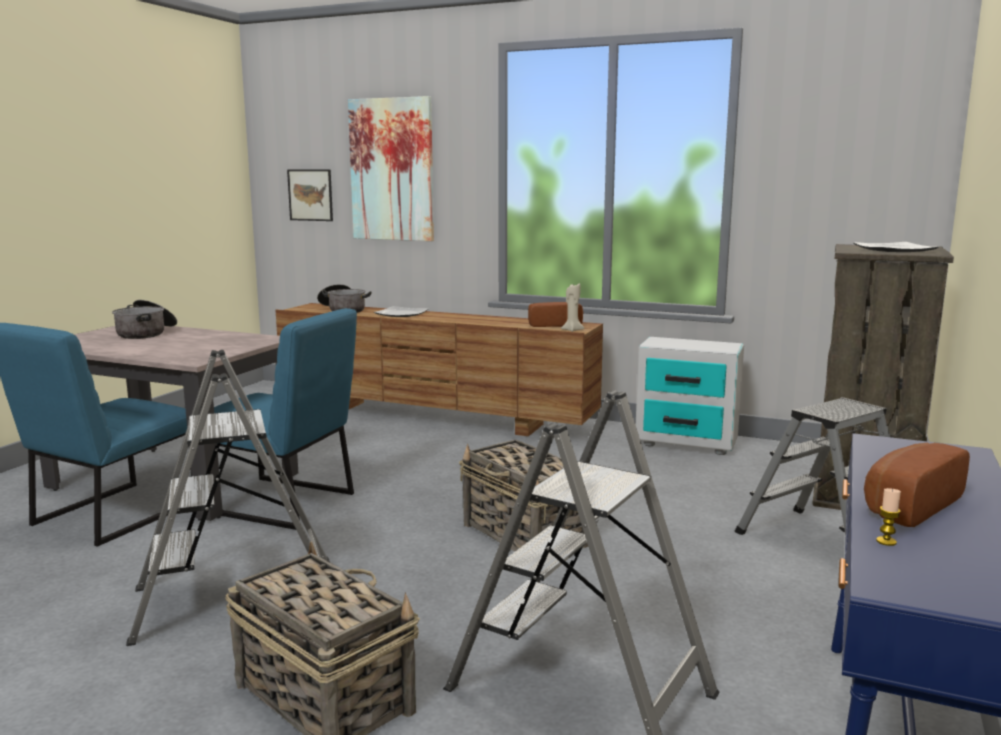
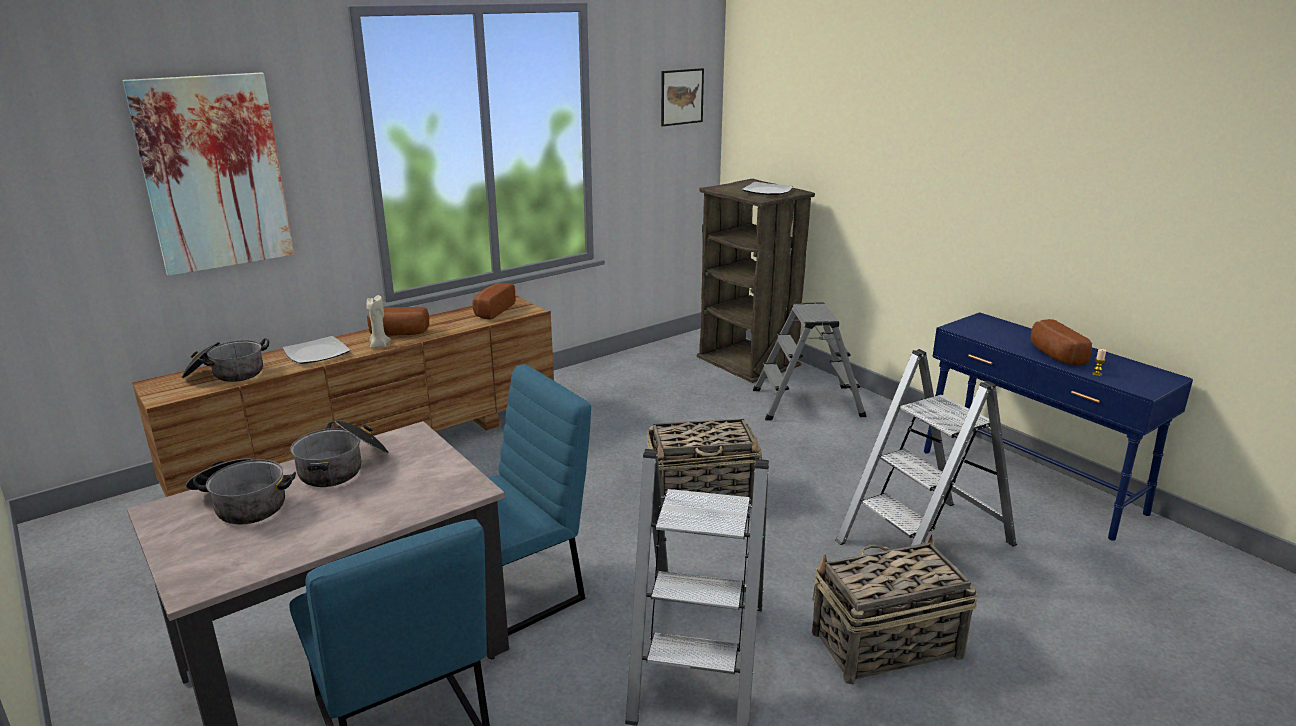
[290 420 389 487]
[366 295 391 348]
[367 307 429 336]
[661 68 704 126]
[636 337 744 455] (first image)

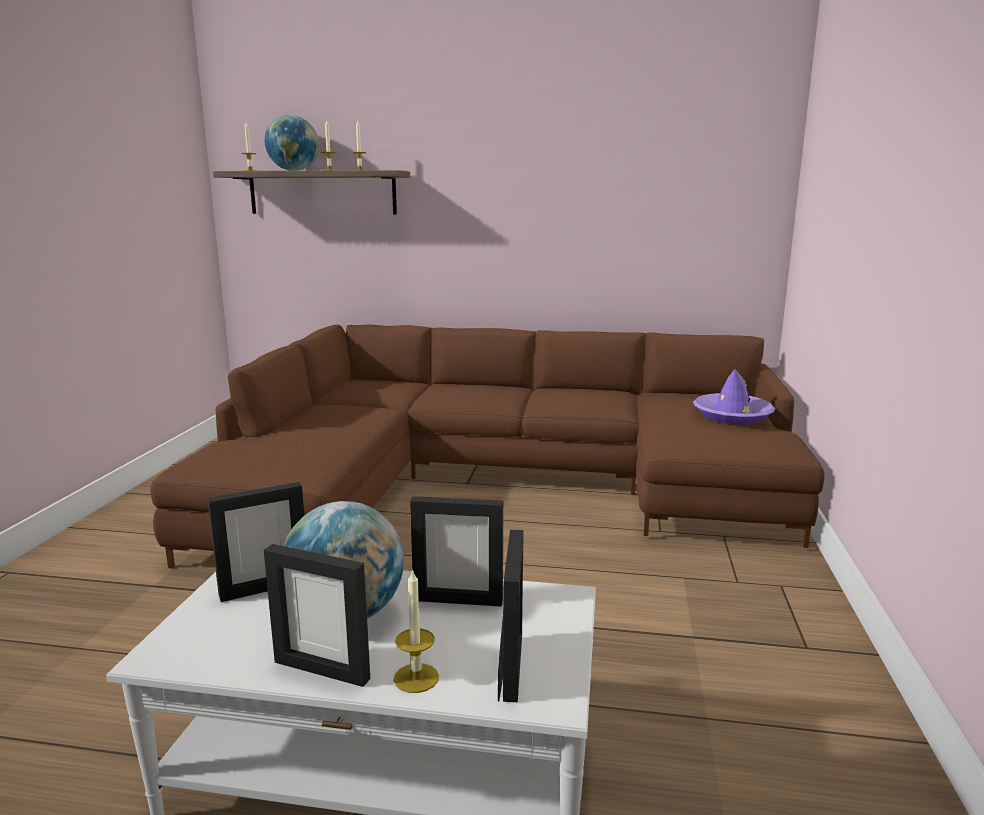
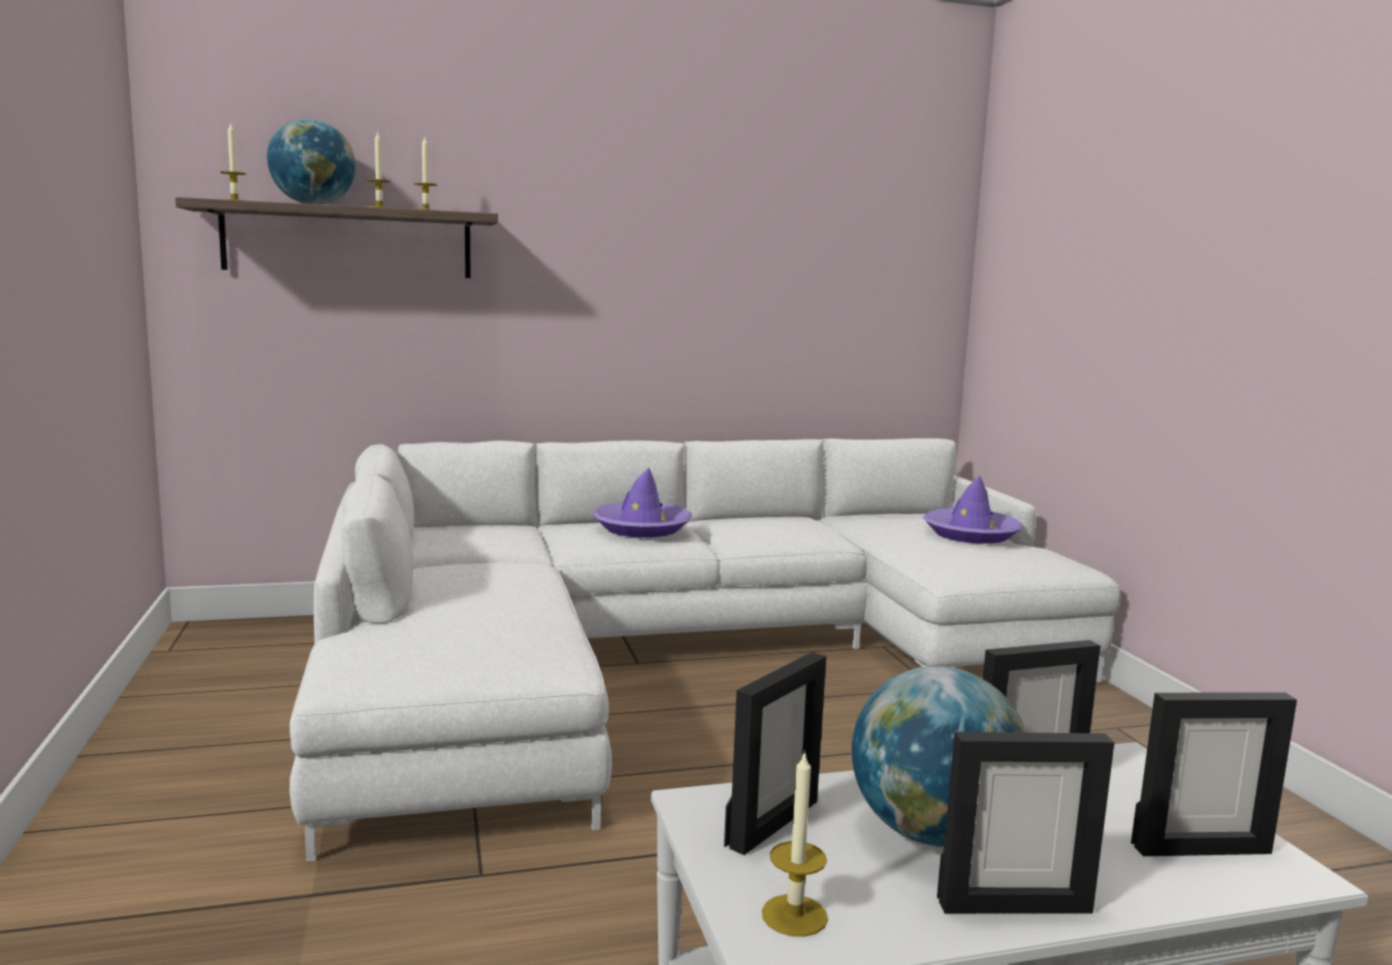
[290 438 1121 862]
[593 468 692 538]
[762 750 828 937]
[1131 692 1297 856]

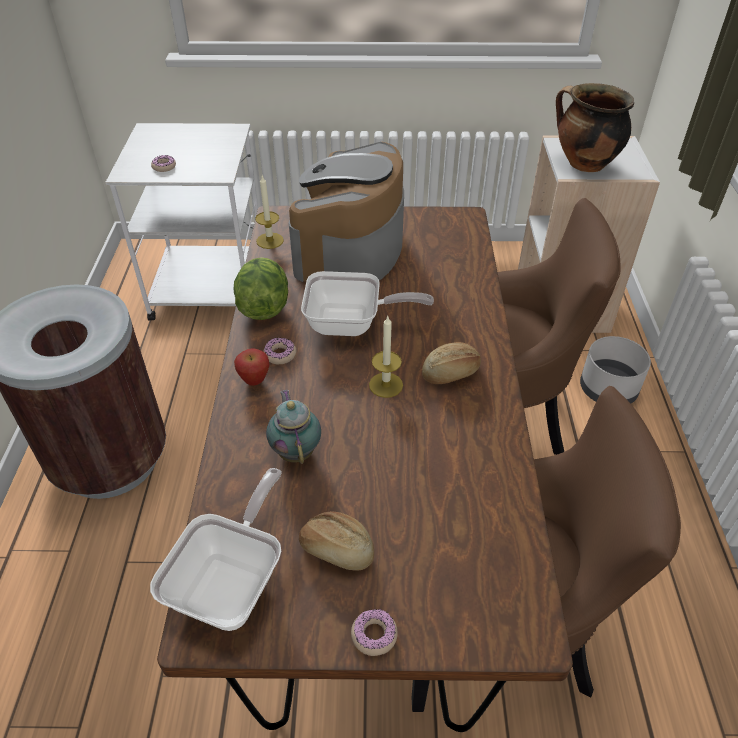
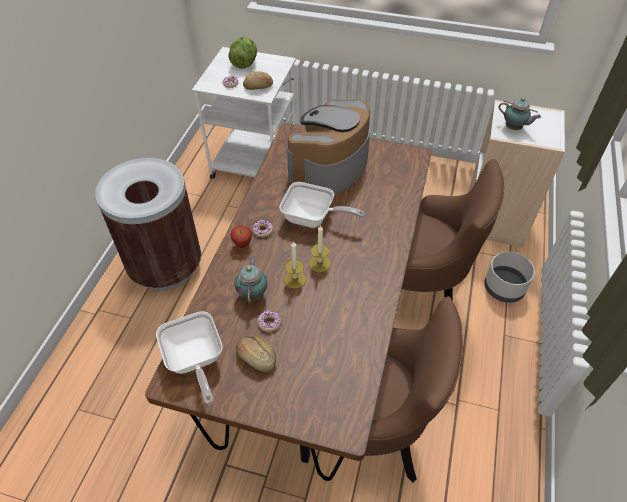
[156 311 223 404]
[228 37 257 69]
[243 71 273 90]
[257 310 281 332]
[284 241 306 289]
[499 97 541 130]

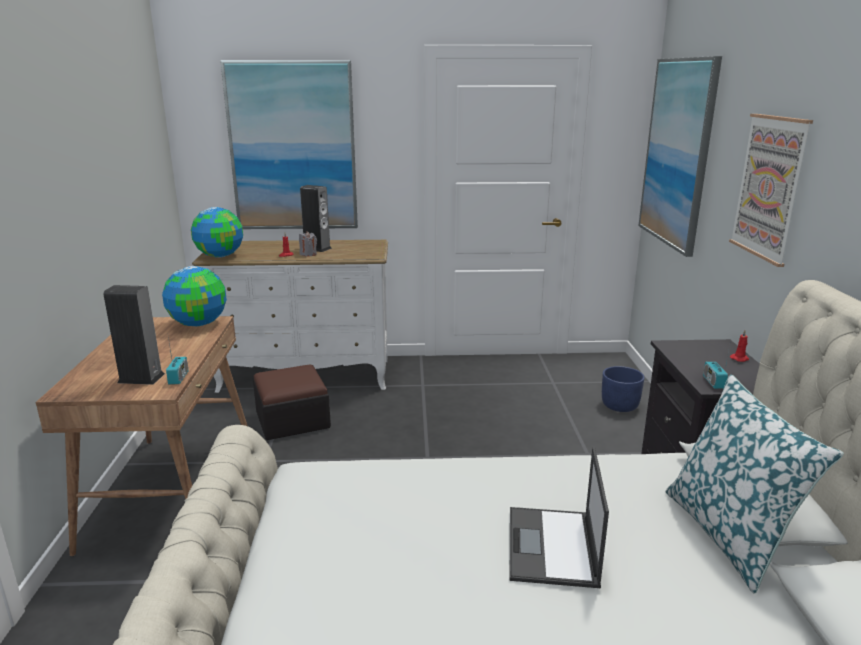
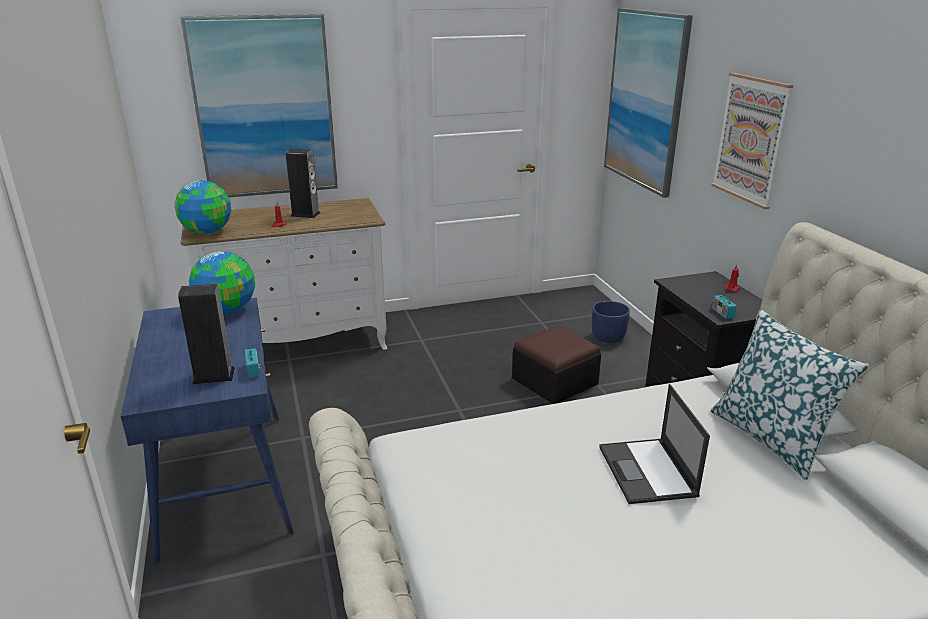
[121 298 294 563]
[512 326 601 404]
[299 231 317 256] (first image)

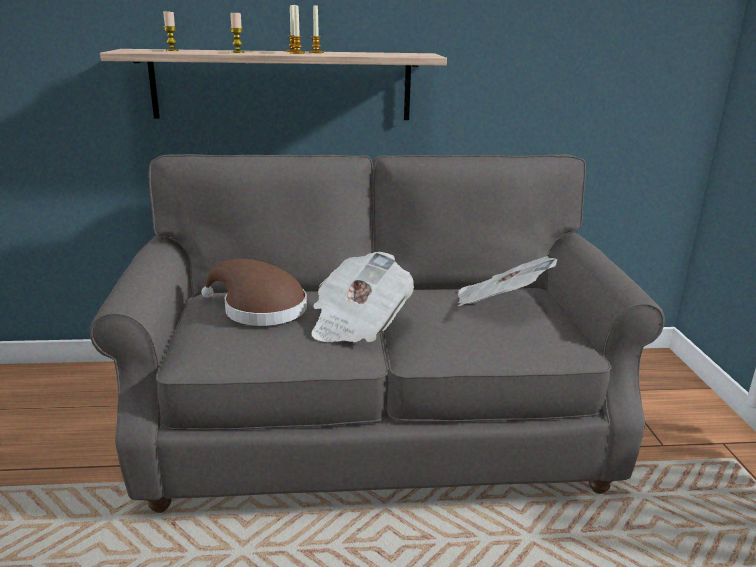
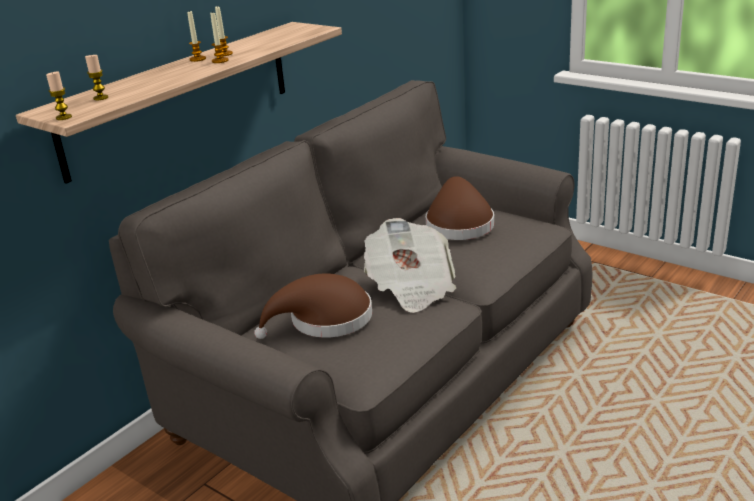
[46 71 72 120]
[426 176 494 240]

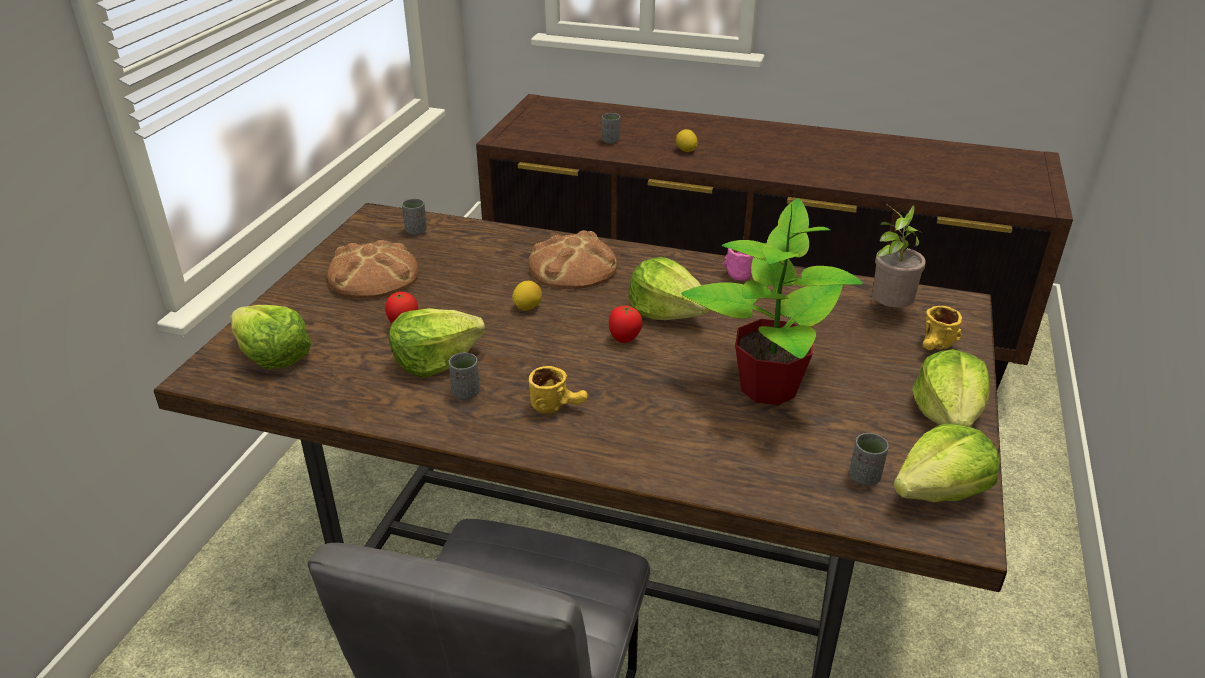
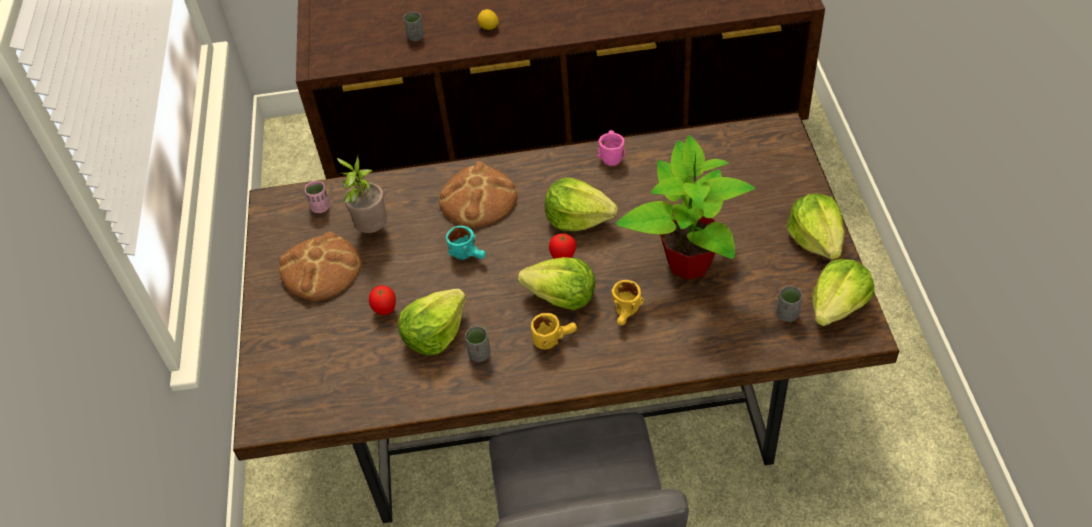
[305 181 330 213]
[337 154 387 233]
[446 226 486 260]
[518 257 595 310]
[612 280 644 325]

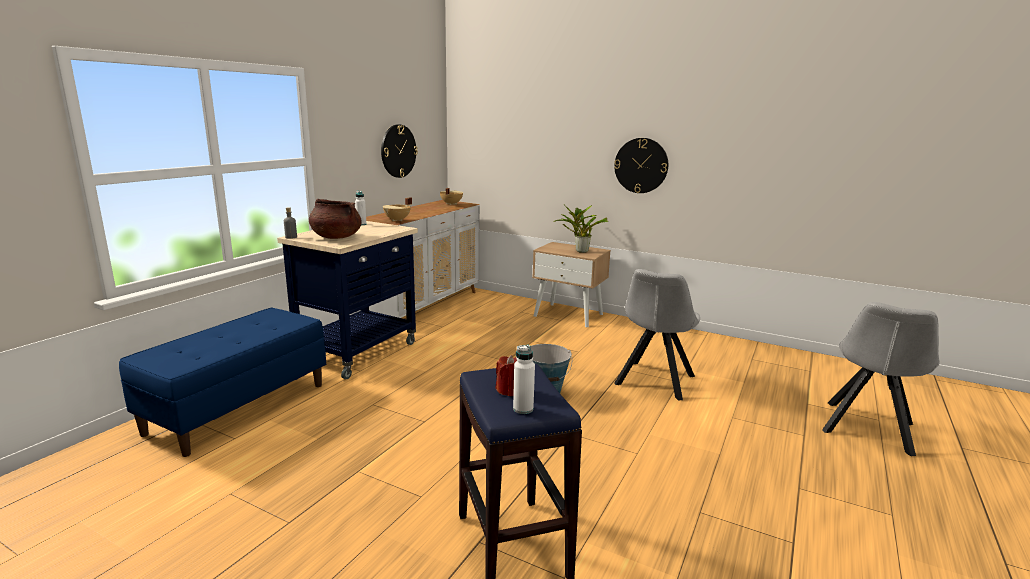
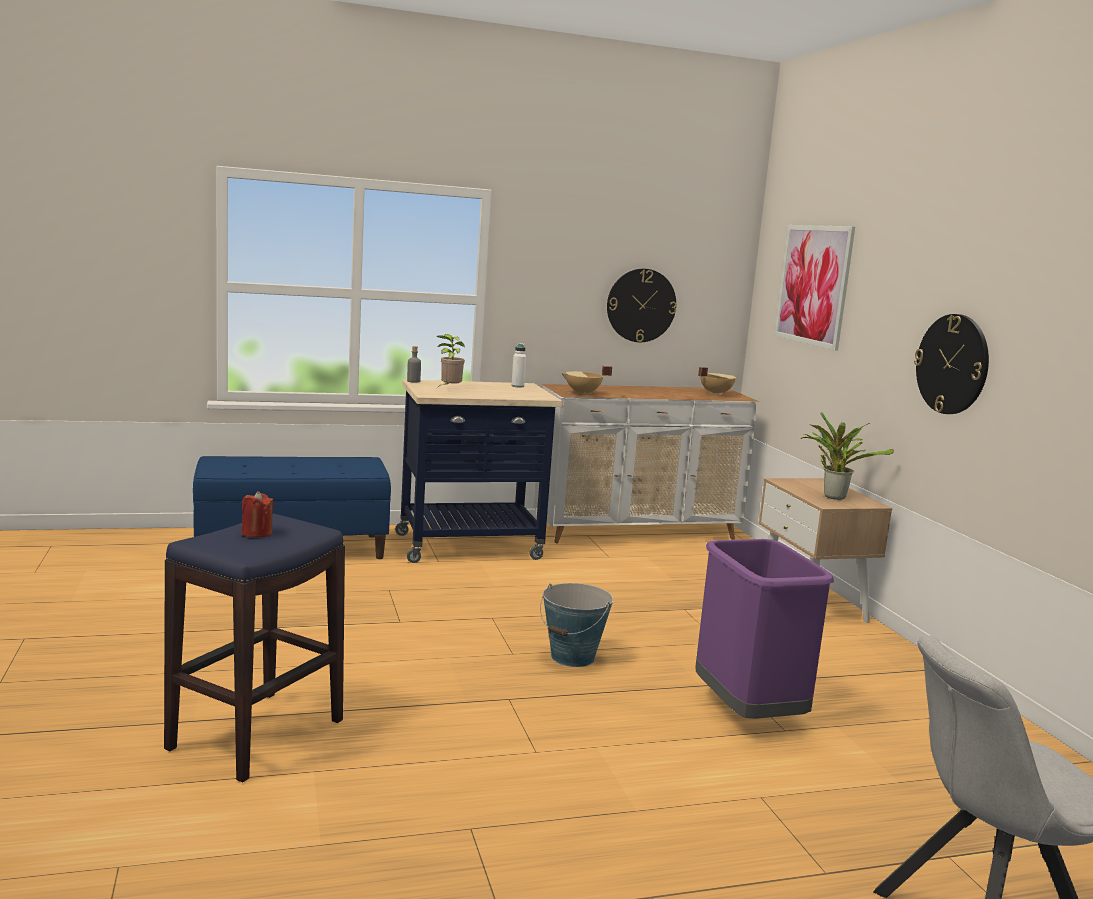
[436 334 465 388]
[695 539 834 719]
[774 225 855 351]
[513 345 535 414] (first image)

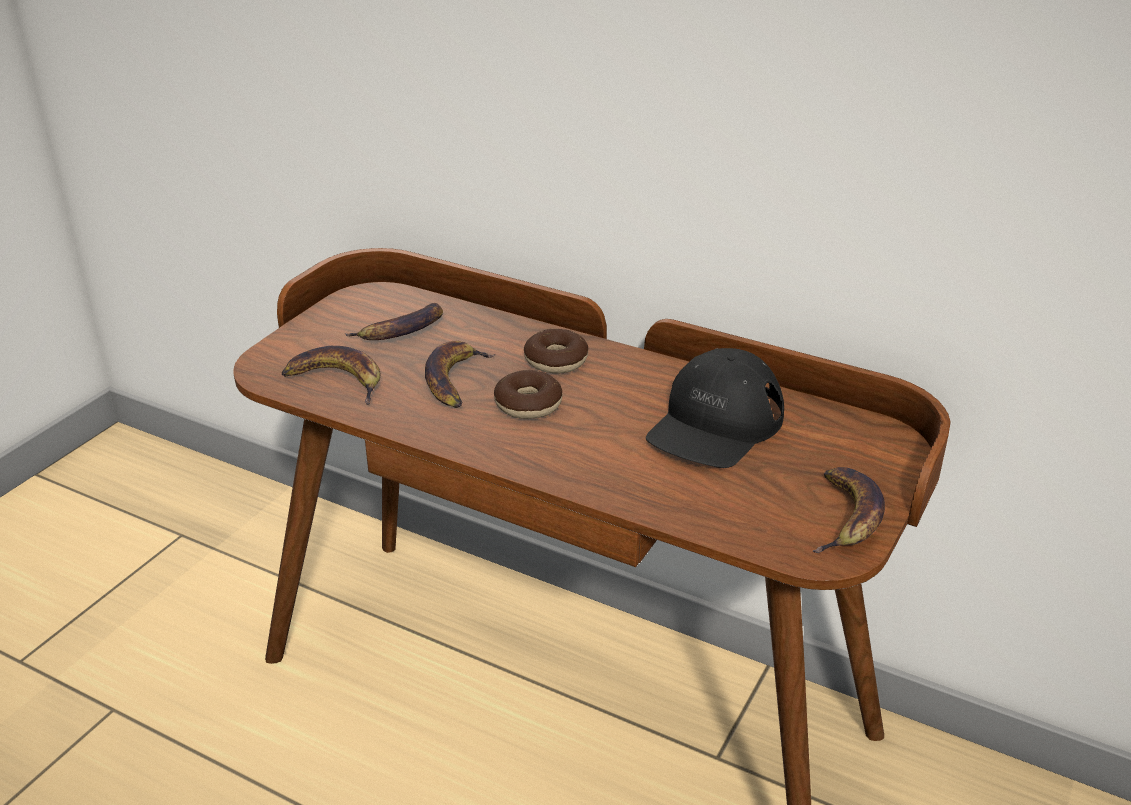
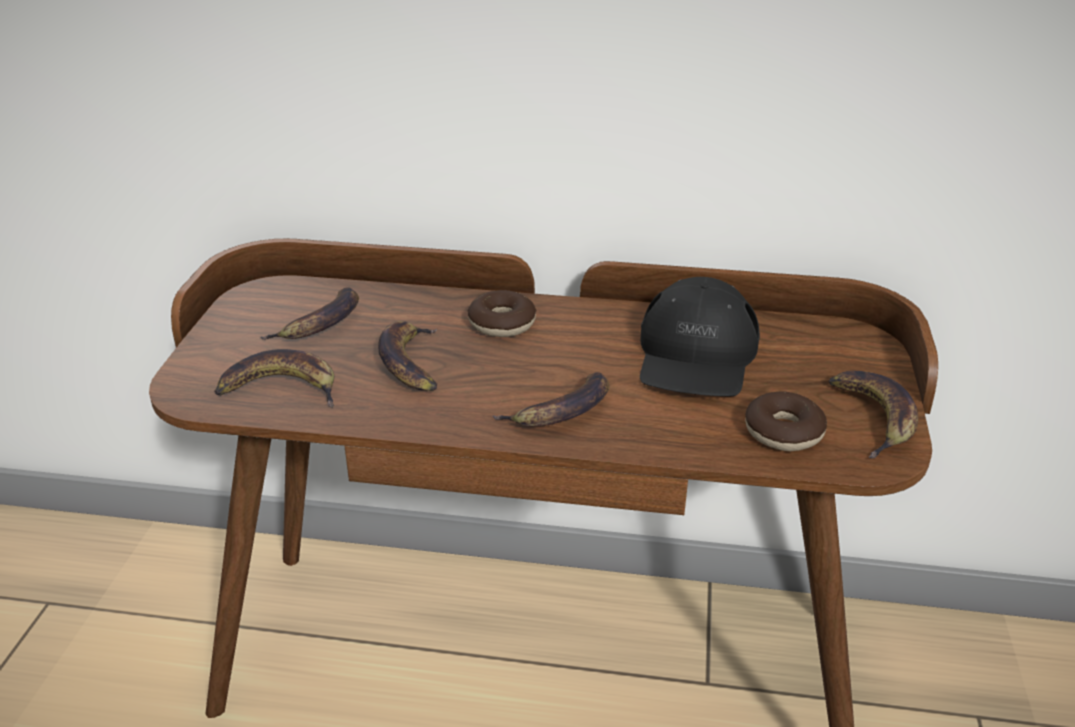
[492 372 609 426]
[745 391 827 451]

